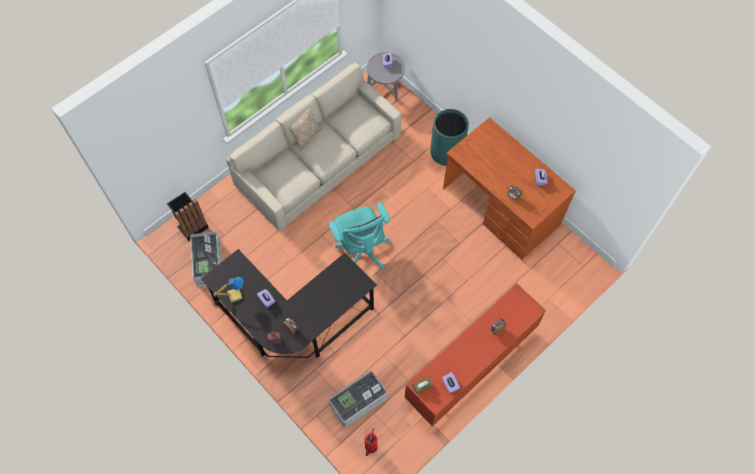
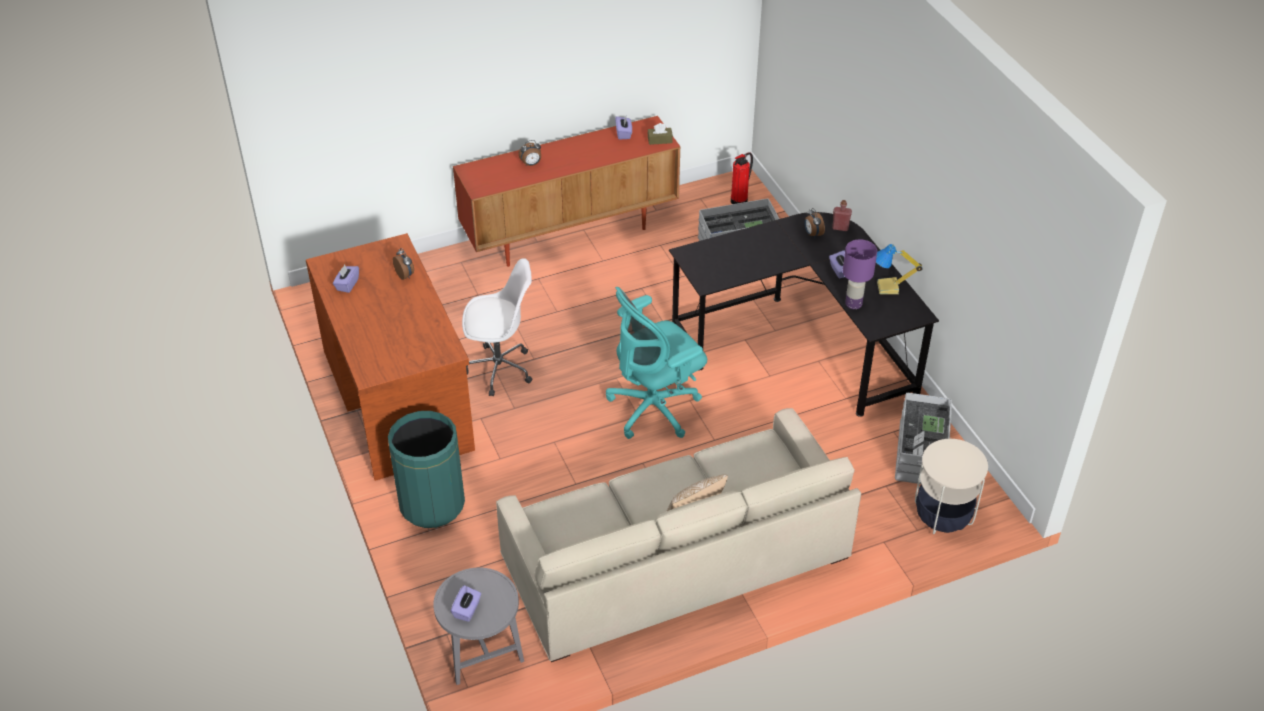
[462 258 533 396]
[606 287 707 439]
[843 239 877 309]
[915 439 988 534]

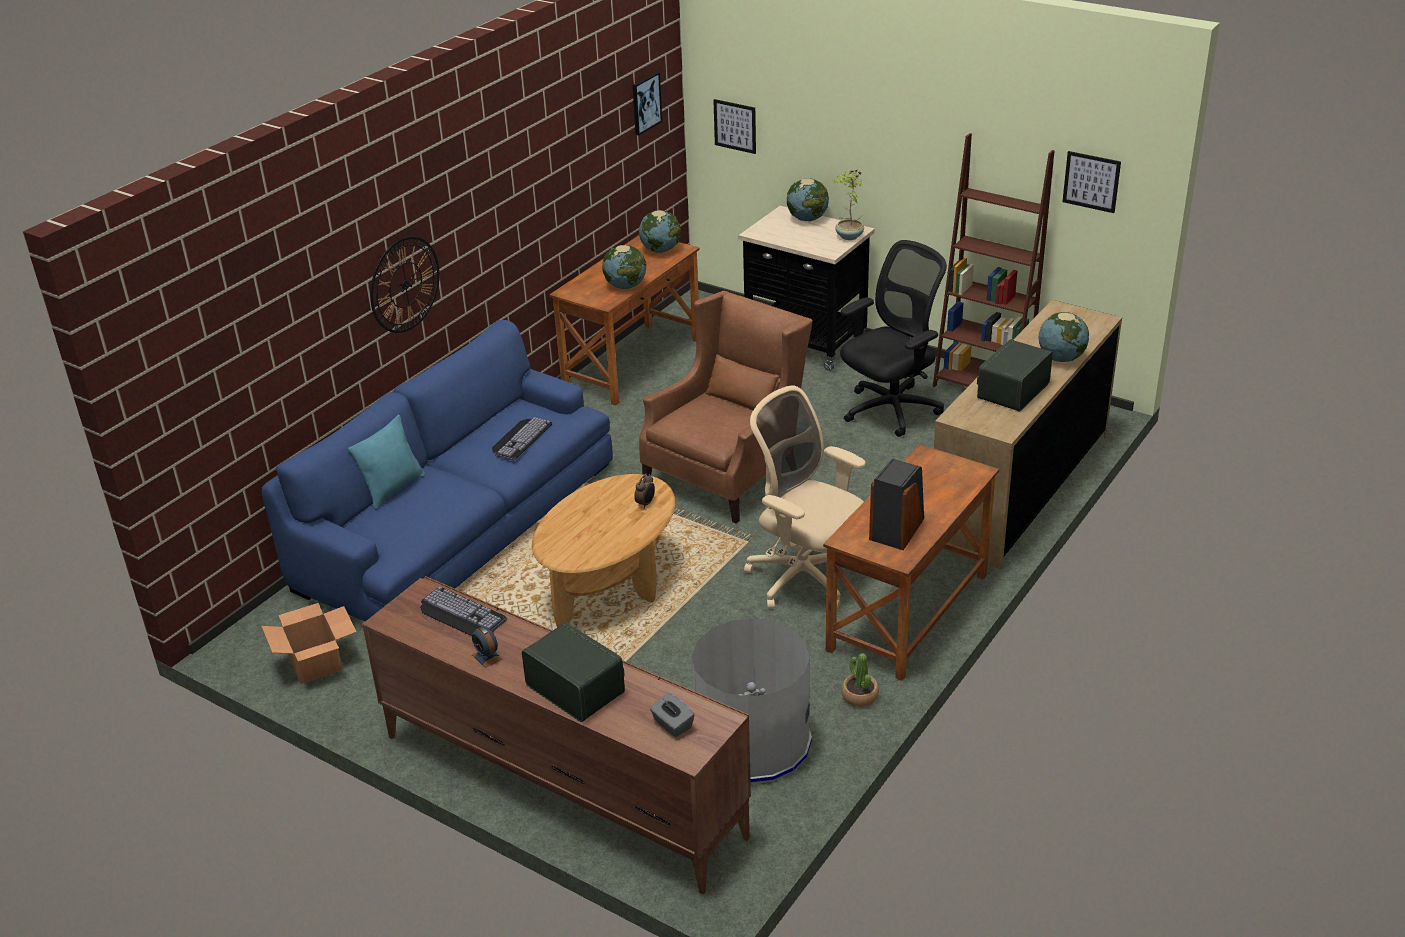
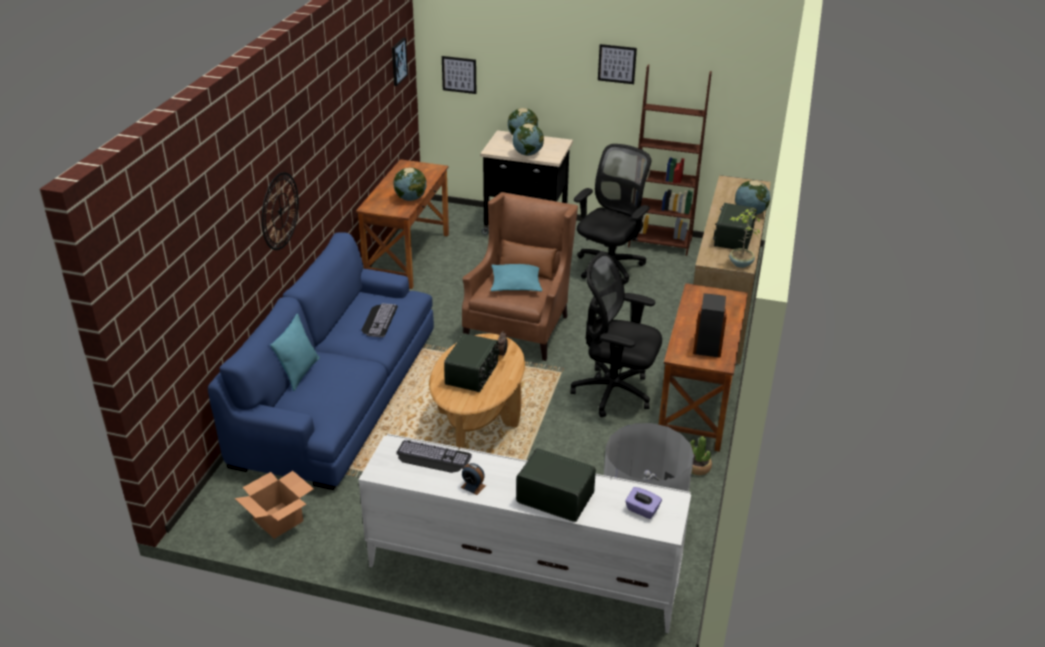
[358 434 691 633]
[444 333 499 392]
[491 264 542 291]
[512 124 544 156]
[571 252 662 417]
[598 44 637 84]
[625 487 662 519]
[729 208 760 268]

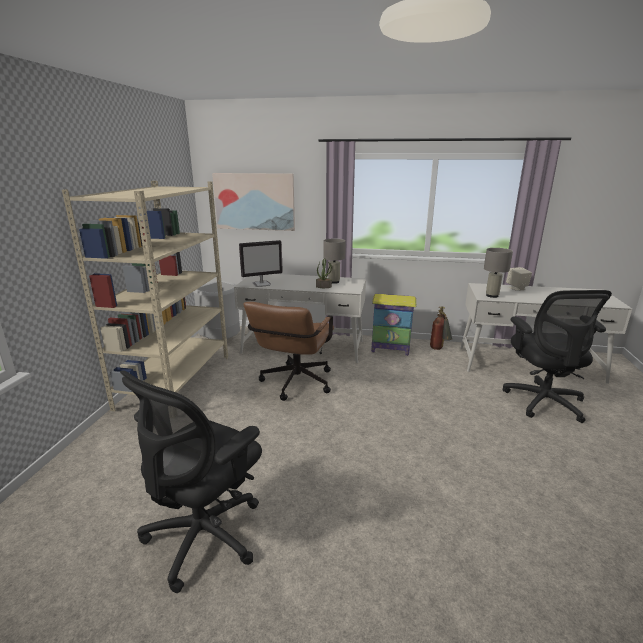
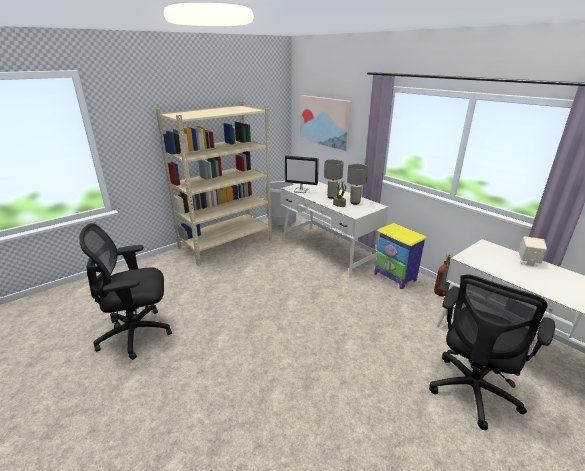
[324 160 344 199]
[244 302 334 401] (first image)

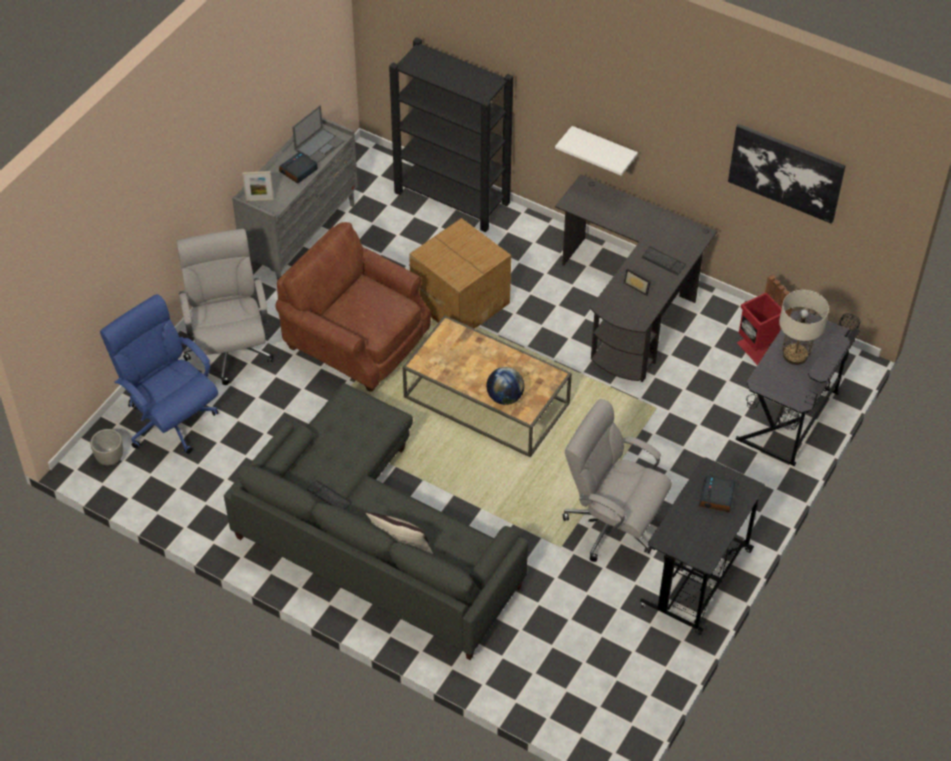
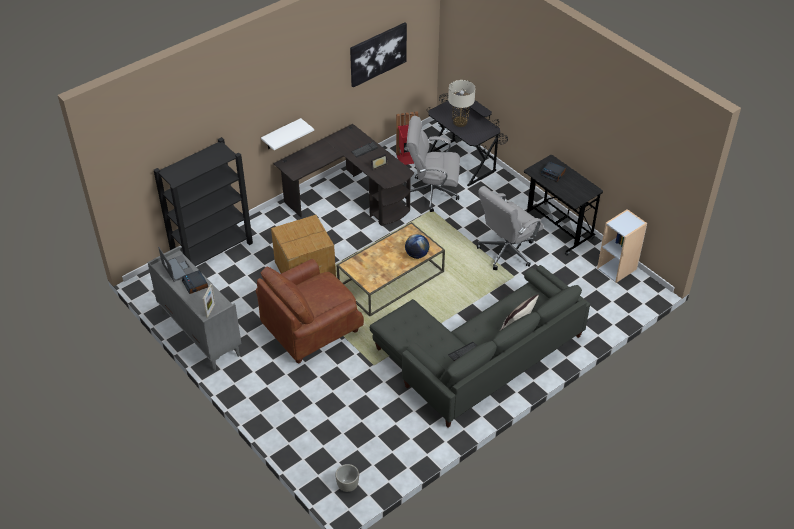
[405 116 460 212]
[597 209 647 283]
[100 294 219 454] (first image)

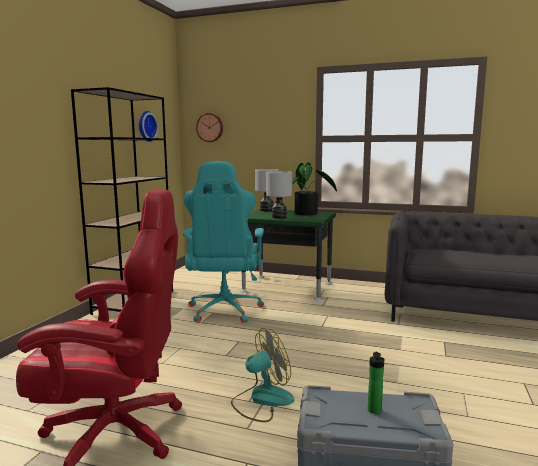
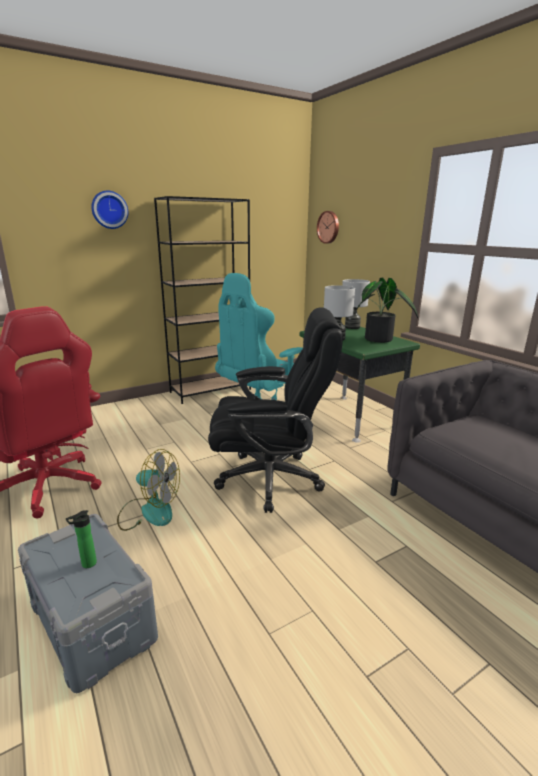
[91 191 128 229]
[208 307 343 513]

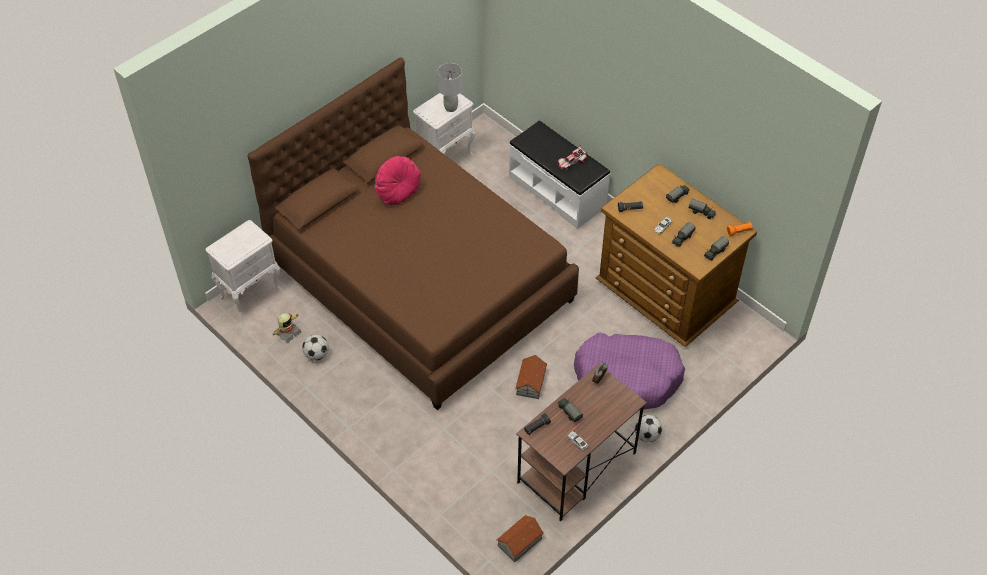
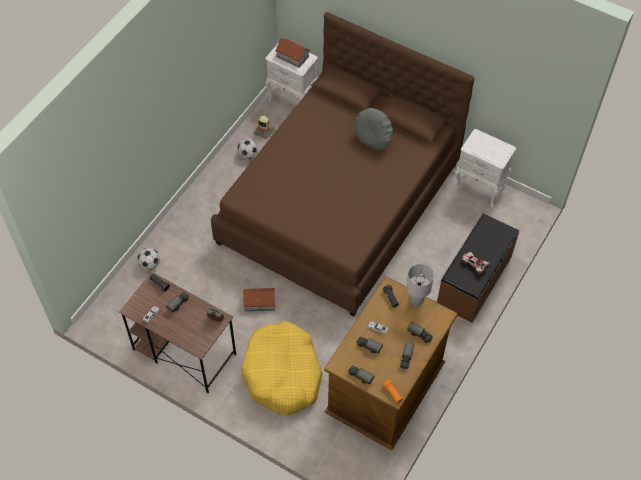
[138 248 160 270]
[242 321 323 416]
[275 38 310 68]
[355 108 393 151]
[406 264 434 307]
[437 213 519 323]

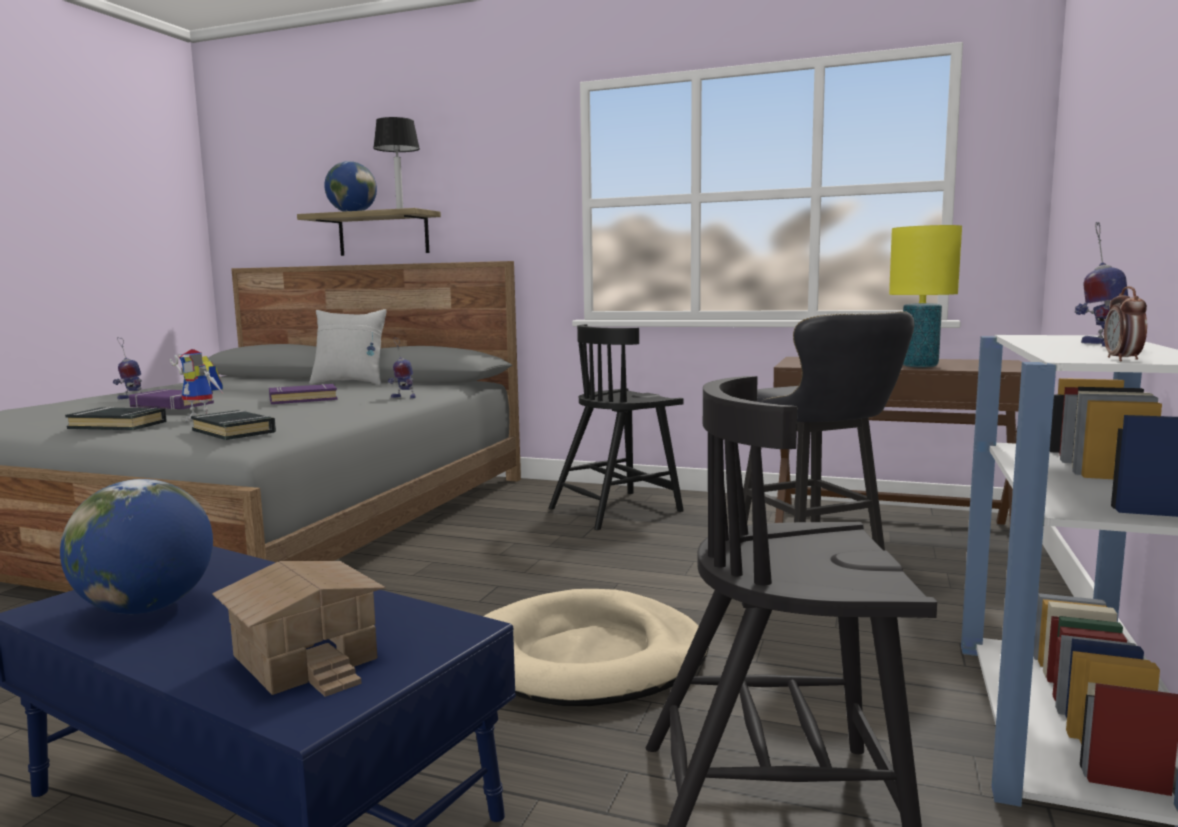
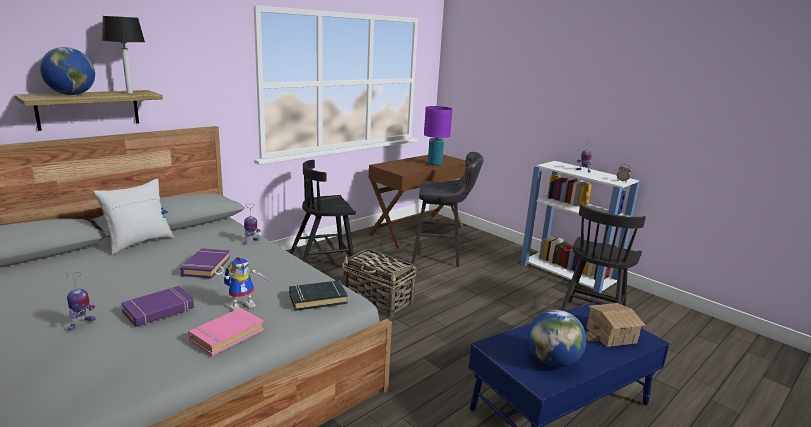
[189 308 264 356]
[290 160 356 262]
[342 249 417 317]
[424 106 453 166]
[484 589 709 706] (first image)

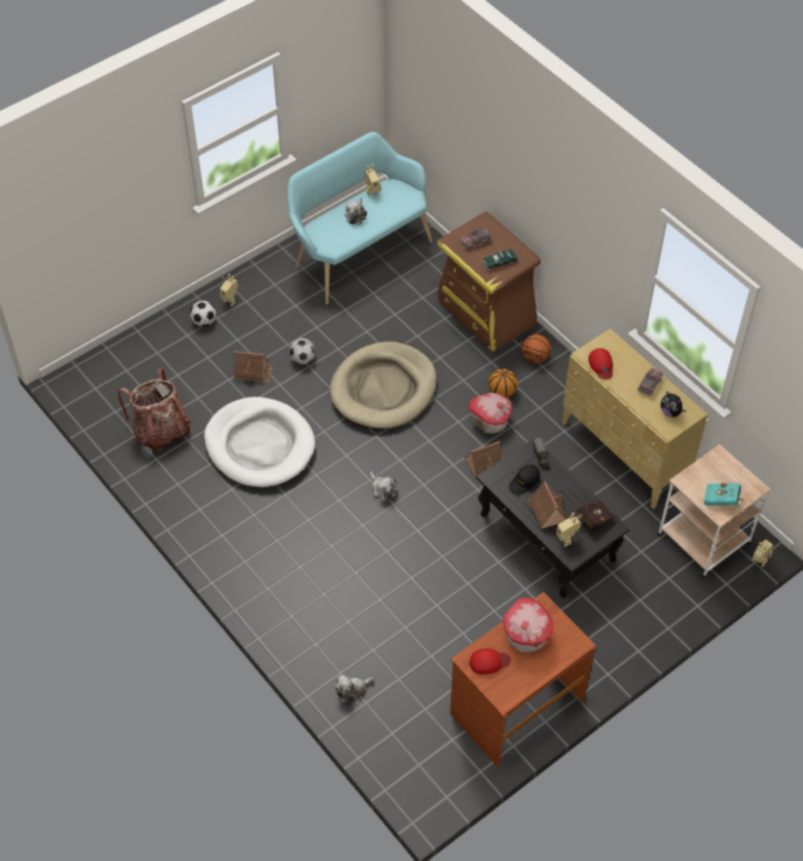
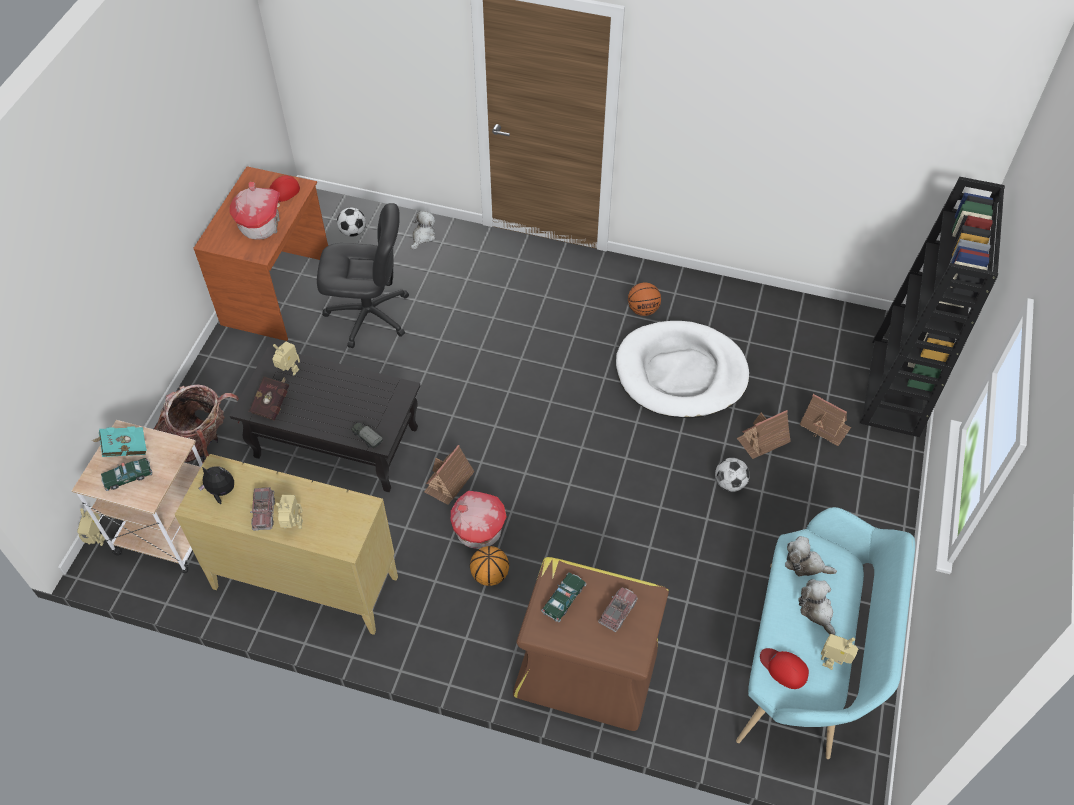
[101 458 153 491]
[154 384 239 463]
[276 495 303 529]
[317 203 409 348]
[337 207 366 237]
[628 282 661 316]
[760 648 809 689]
[785 536 837 576]
[799 394 851 446]
[860 177 1005 437]
[330 342 437 429] (first image)
[509 464 540 494] (first image)

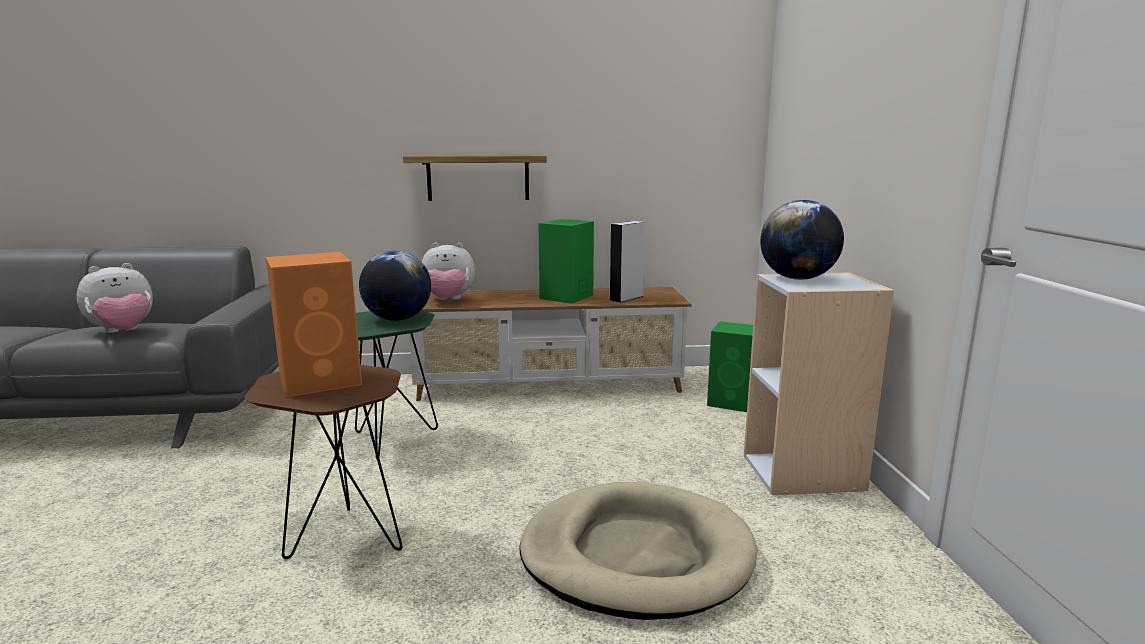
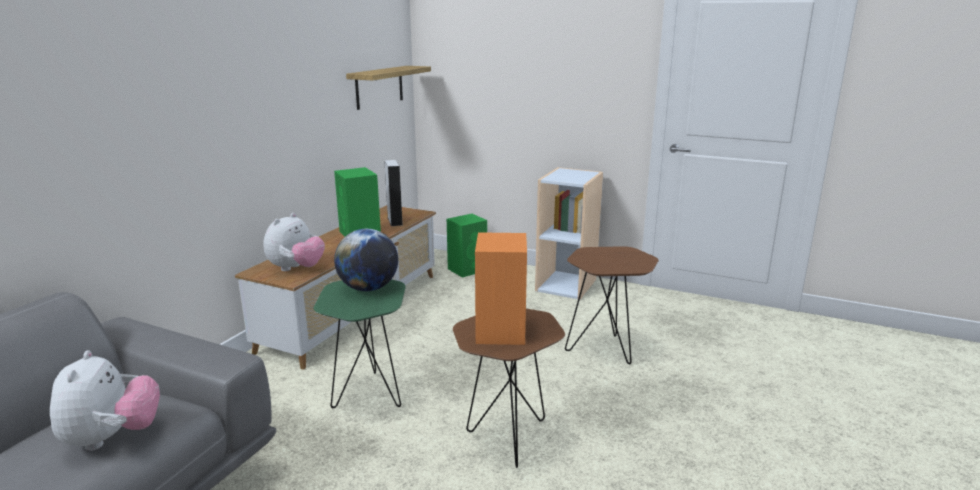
[346 66 431 110]
[565 246 659 364]
[760 200 844 280] (first image)

